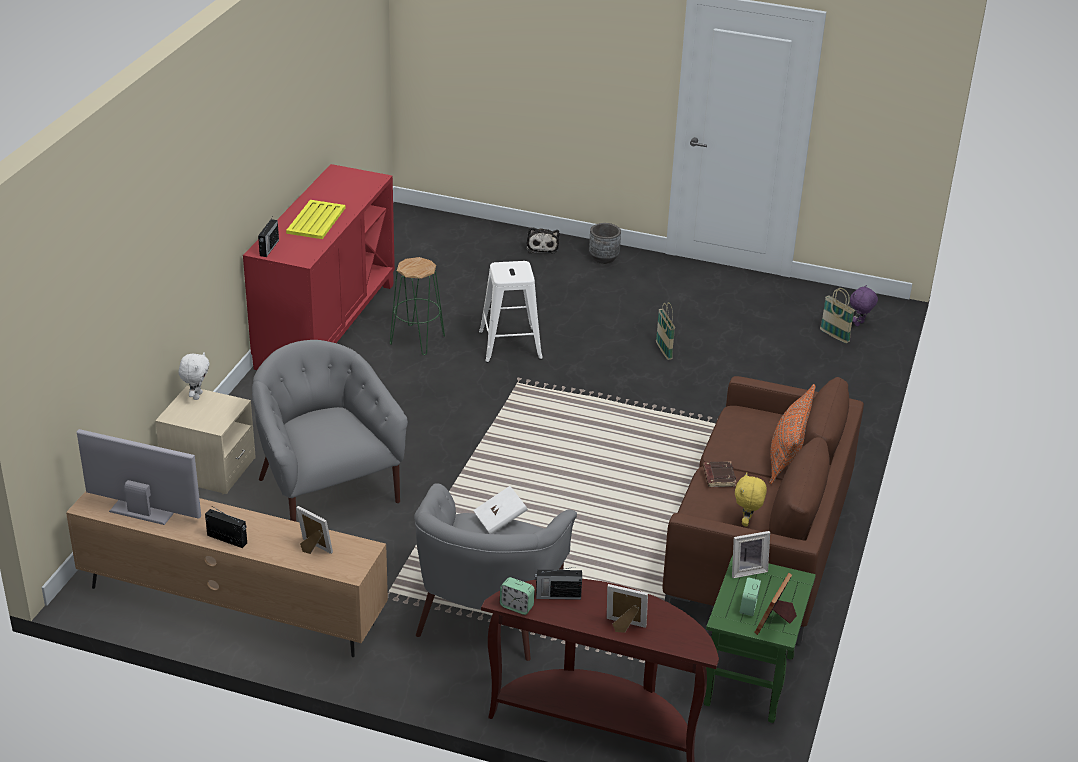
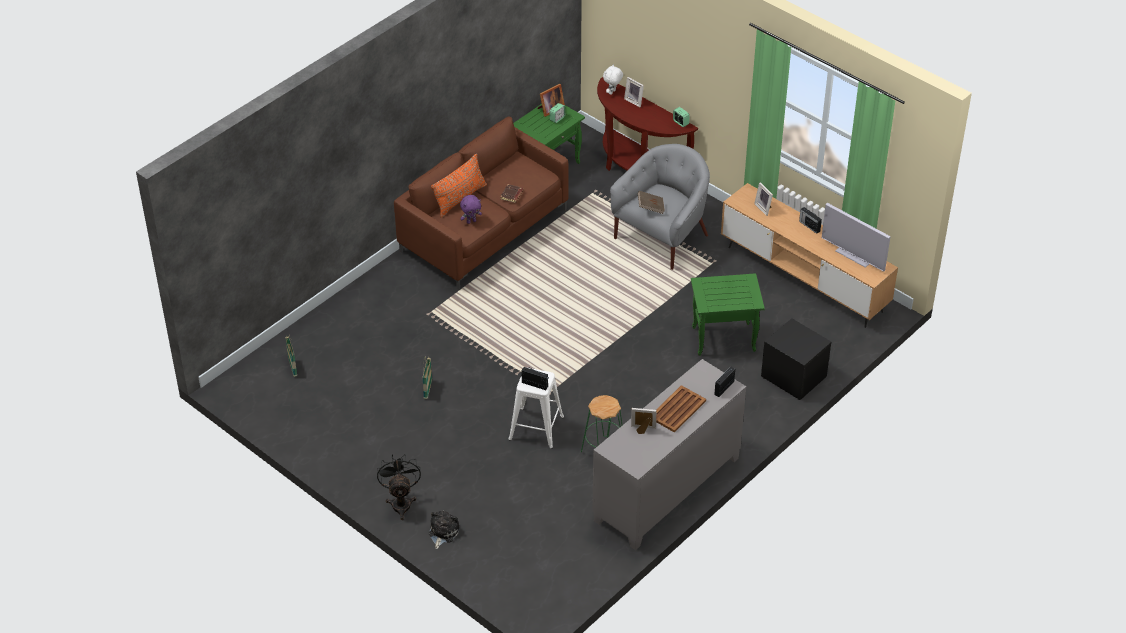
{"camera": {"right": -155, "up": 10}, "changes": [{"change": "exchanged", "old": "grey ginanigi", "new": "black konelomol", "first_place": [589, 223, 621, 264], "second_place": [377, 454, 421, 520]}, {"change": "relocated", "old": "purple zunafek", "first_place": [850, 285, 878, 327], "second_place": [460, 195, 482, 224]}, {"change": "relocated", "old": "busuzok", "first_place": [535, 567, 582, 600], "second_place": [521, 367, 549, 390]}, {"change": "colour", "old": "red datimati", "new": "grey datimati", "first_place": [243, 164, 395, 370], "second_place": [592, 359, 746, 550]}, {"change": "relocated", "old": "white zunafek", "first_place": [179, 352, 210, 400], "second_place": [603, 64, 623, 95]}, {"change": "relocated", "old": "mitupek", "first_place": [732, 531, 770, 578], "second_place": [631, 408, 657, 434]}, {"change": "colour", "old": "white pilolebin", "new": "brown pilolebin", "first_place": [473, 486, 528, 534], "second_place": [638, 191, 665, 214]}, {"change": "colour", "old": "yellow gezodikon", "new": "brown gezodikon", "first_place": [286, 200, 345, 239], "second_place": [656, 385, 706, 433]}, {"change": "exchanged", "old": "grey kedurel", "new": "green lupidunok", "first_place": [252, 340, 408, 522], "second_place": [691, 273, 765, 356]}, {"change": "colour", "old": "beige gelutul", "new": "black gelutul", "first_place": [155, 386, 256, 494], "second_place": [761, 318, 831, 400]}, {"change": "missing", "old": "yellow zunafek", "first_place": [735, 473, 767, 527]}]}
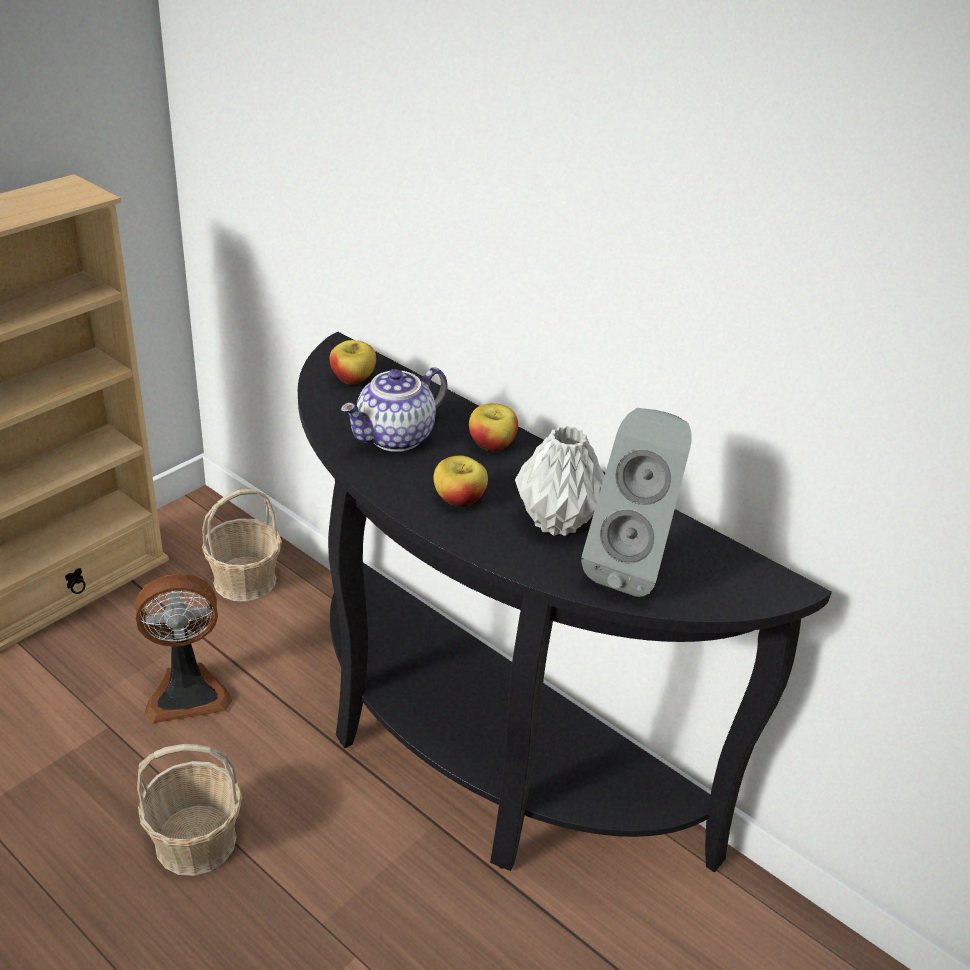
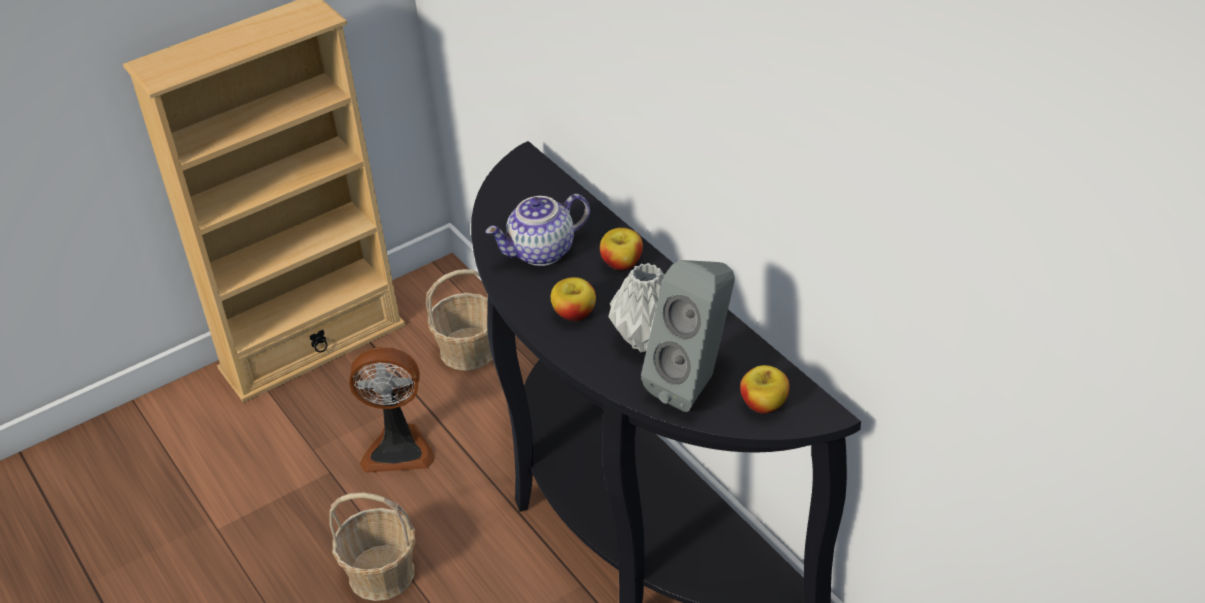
{"camera": {"right": 20, "up": 5}, "changes": [{"change": "relocated", "old": "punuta", "first_place": [330, 340, 376, 385], "second_place": [740, 365, 789, 414]}]}
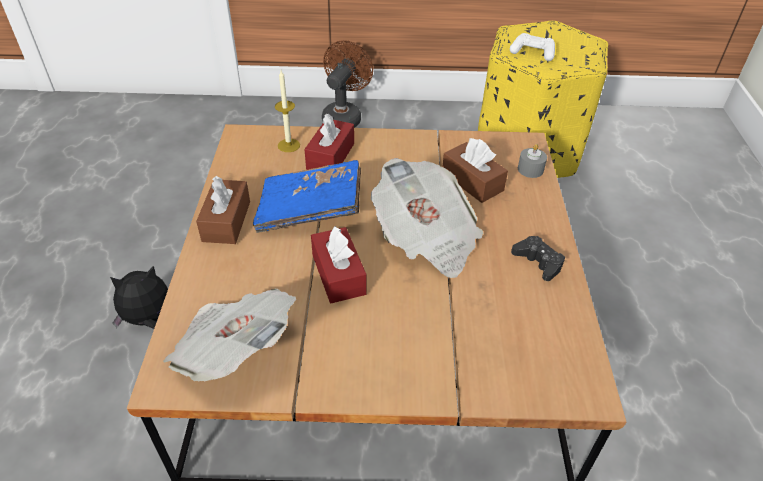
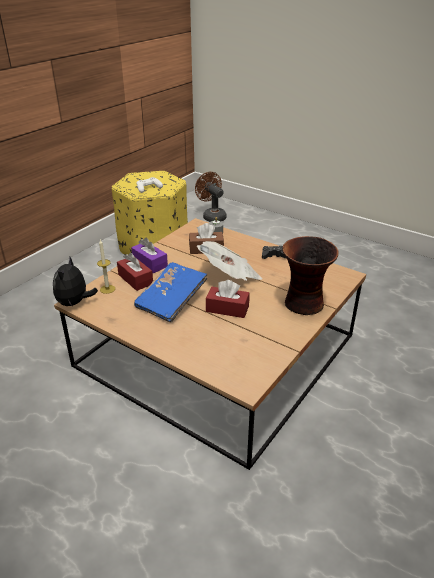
{"camera": {"right": -55, "up": -10}, "changes": [{"change": "relocated", "old": "zunafek", "first_place": [110, 266, 168, 329], "second_place": [53, 257, 98, 307]}, {"change": "appeared", "new": "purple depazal", "second_place": [131, 238, 168, 273]}, {"change": "relocated", "old": "brown konelomol", "first_place": [322, 40, 373, 128], "second_place": [195, 172, 227, 222]}, {"change": "appeared", "new": "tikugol", "second_place": [282, 236, 339, 315]}, {"change": "missing", "old": "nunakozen", "first_place": [163, 289, 296, 382]}, {"change": "missing", "old": "brown depazal", "first_place": [196, 176, 250, 244]}]}
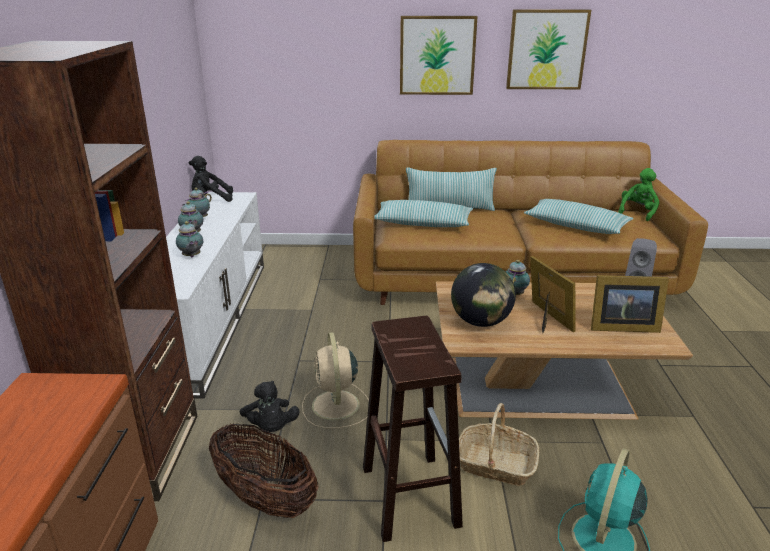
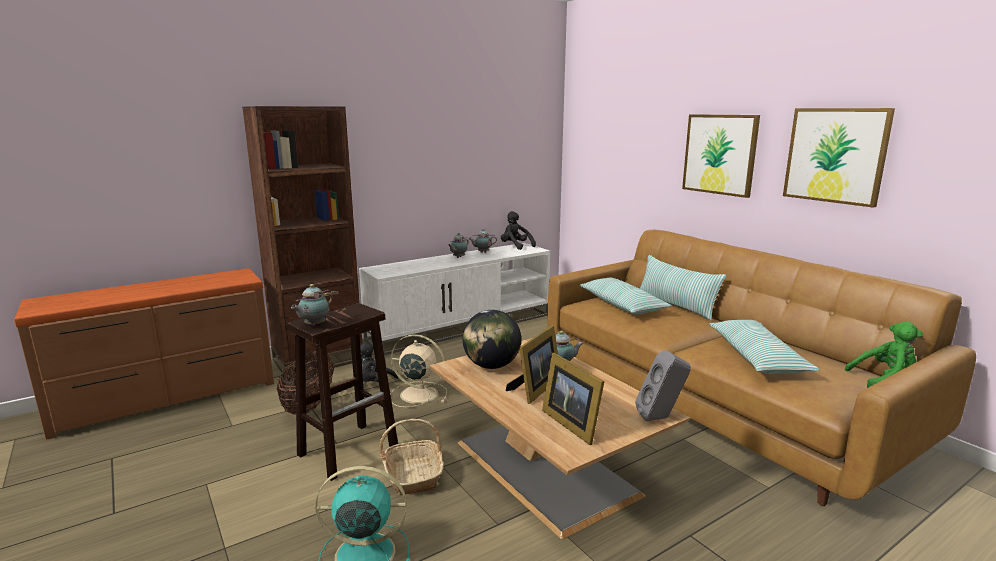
{"camera": {"right": 55, "up": -10}, "changes": [{"change": "relocated", "old": "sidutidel", "first_place": [176, 221, 203, 257], "second_place": [291, 284, 332, 326]}, {"change": "spun", "old": "beige konelomol", "first_place": [302, 332, 369, 429], "second_place": [390, 334, 447, 407], "degrees": 60}]}
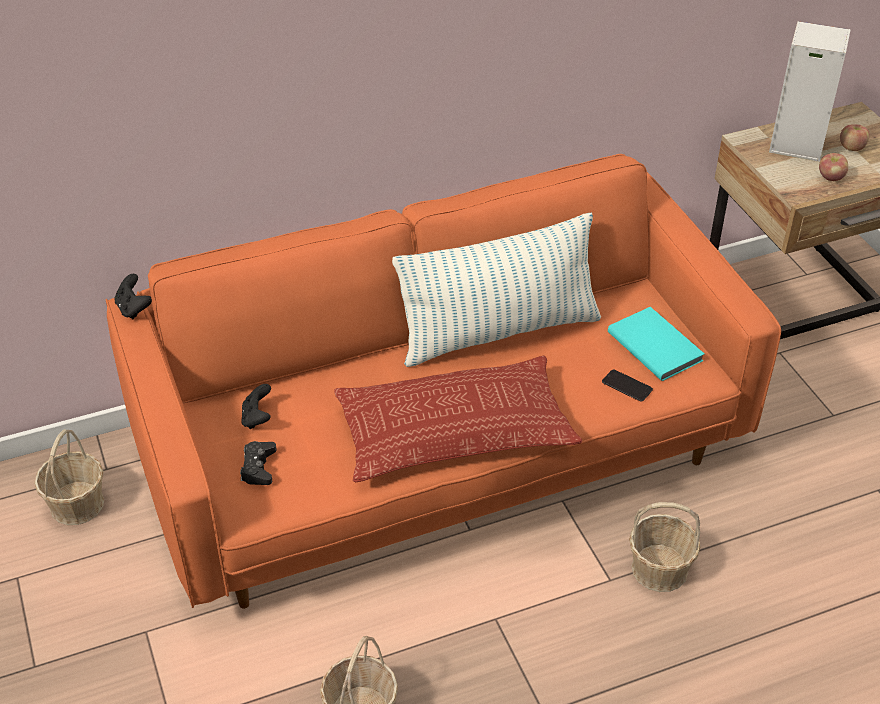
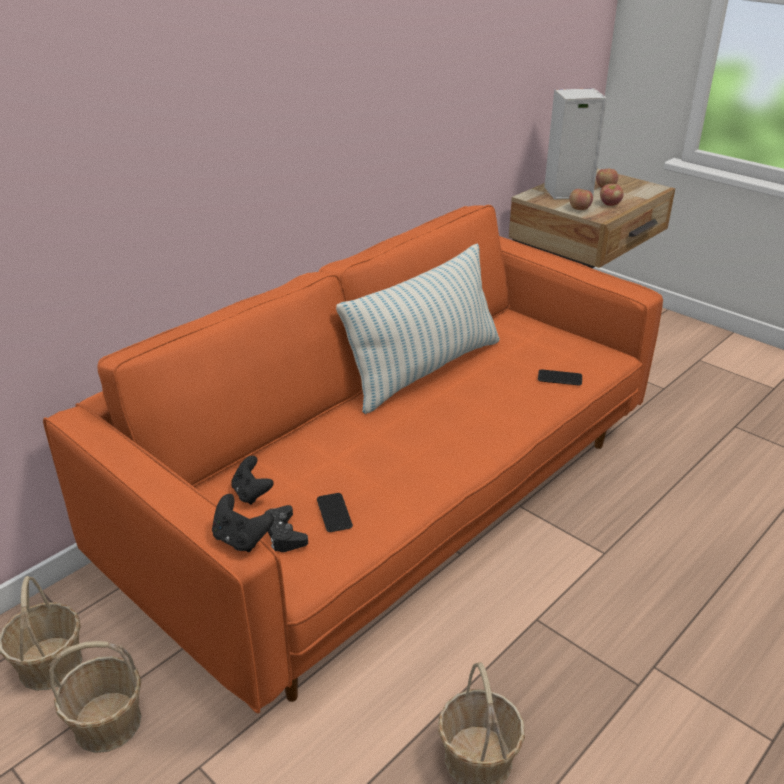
{"camera": {"right": -25, "up": -10}, "changes": [{"change": "relocated", "old": "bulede", "first_place": [629, 502, 701, 592], "second_place": [49, 641, 142, 753]}, {"change": "relocated", "old": "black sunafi", "first_place": [115, 274, 152, 319], "second_place": [212, 494, 274, 552]}, {"change": "appeared", "new": "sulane", "second_place": [317, 493, 353, 532]}, {"change": "appeared", "new": "punuta", "second_place": [569, 189, 593, 210]}, {"change": "missing", "old": "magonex", "first_place": [334, 356, 582, 482]}, {"change": "missing", "old": "turquoise pilolebin", "first_place": [608, 307, 704, 381]}]}
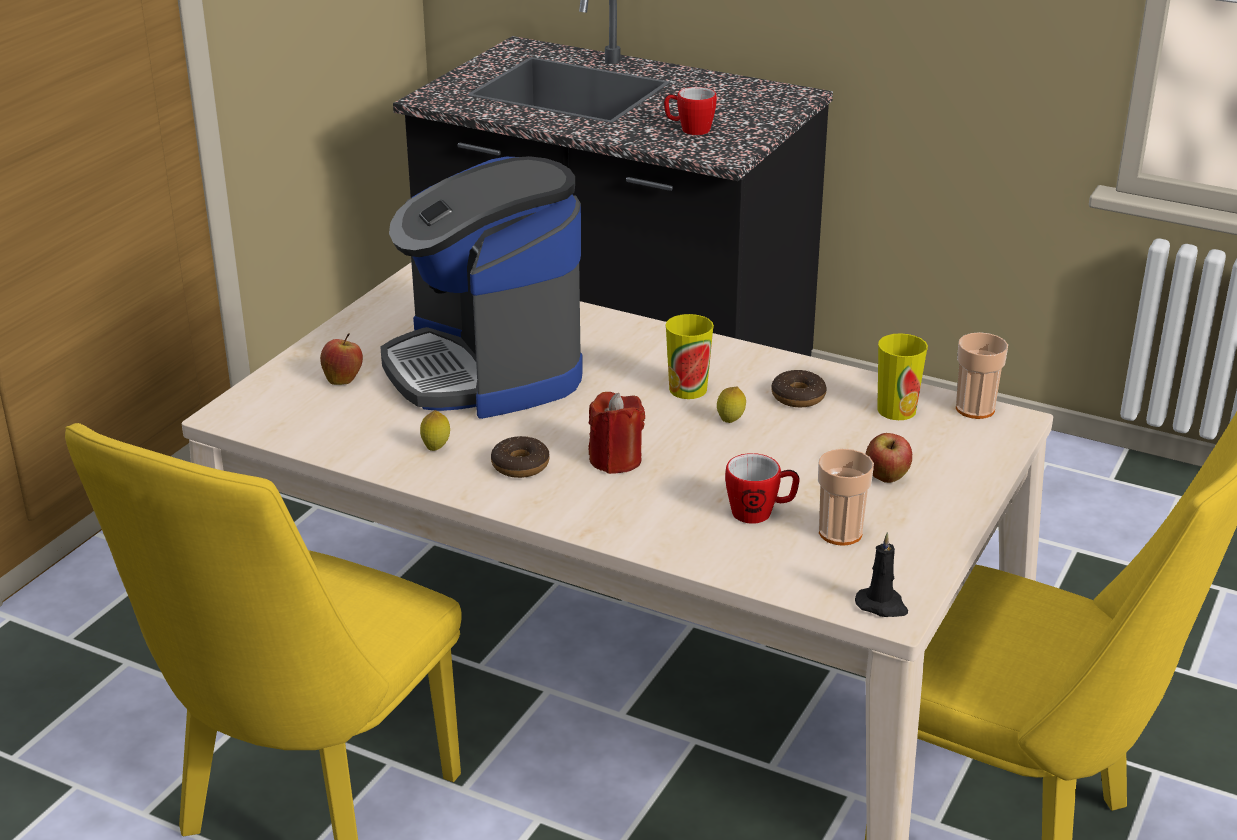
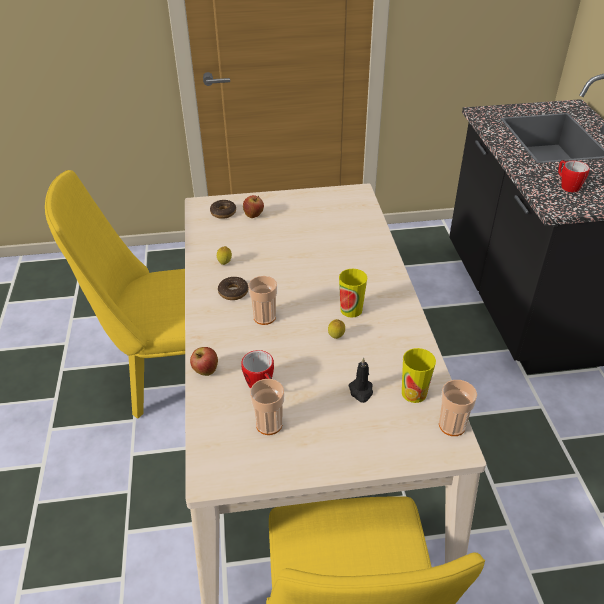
{"camera": {"right": 55, "up": 10}, "changes": [{"change": "relocated", "old": "punuta", "first_place": [866, 433, 912, 483], "second_place": [190, 347, 218, 376]}, {"change": "relocated", "old": "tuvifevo", "first_place": [771, 370, 827, 407], "second_place": [210, 200, 236, 219]}, {"change": "exchanged", "old": "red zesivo", "new": "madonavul", "first_place": [589, 392, 645, 474], "second_place": [248, 276, 277, 325]}, {"change": "relocated", "old": "black zesivo", "first_place": [855, 532, 908, 617], "second_place": [348, 357, 373, 403]}, {"change": "missing", "old": "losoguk", "first_place": [380, 156, 582, 419]}]}
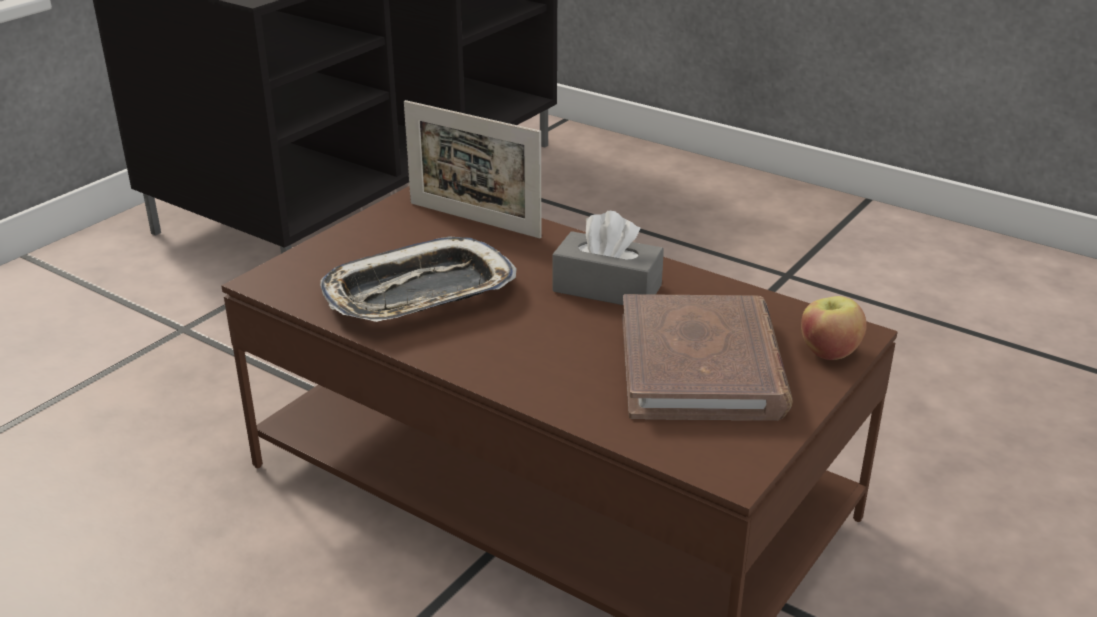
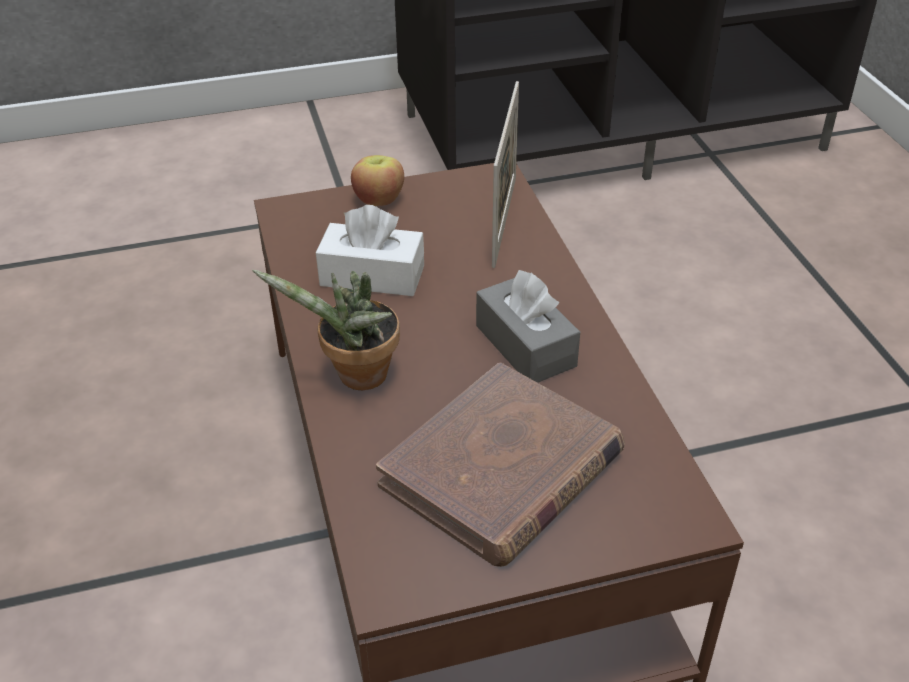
{"camera": {"right": 40, "up": 10}, "changes": [{"change": "appeared", "new": "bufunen", "second_place": [252, 270, 400, 390]}, {"change": "exchanged", "old": "gezodikon", "new": "white depazal", "first_place": [320, 236, 517, 322], "second_place": [316, 205, 424, 296]}, {"change": "relocated", "old": "punuta", "first_place": [801, 296, 867, 360], "second_place": [351, 155, 404, 206]}, {"change": "spun", "old": "mitupek", "first_place": [404, 100, 541, 238], "second_place": [492, 81, 519, 268], "degrees": -150}]}
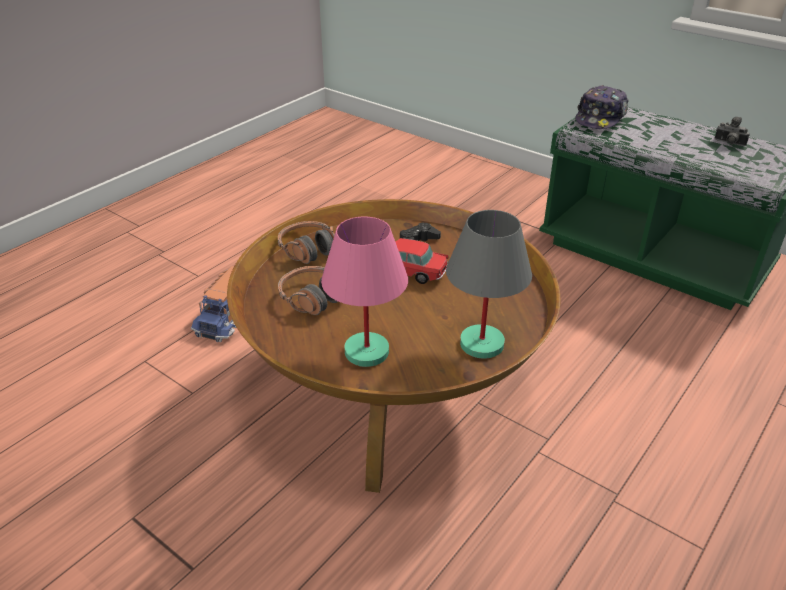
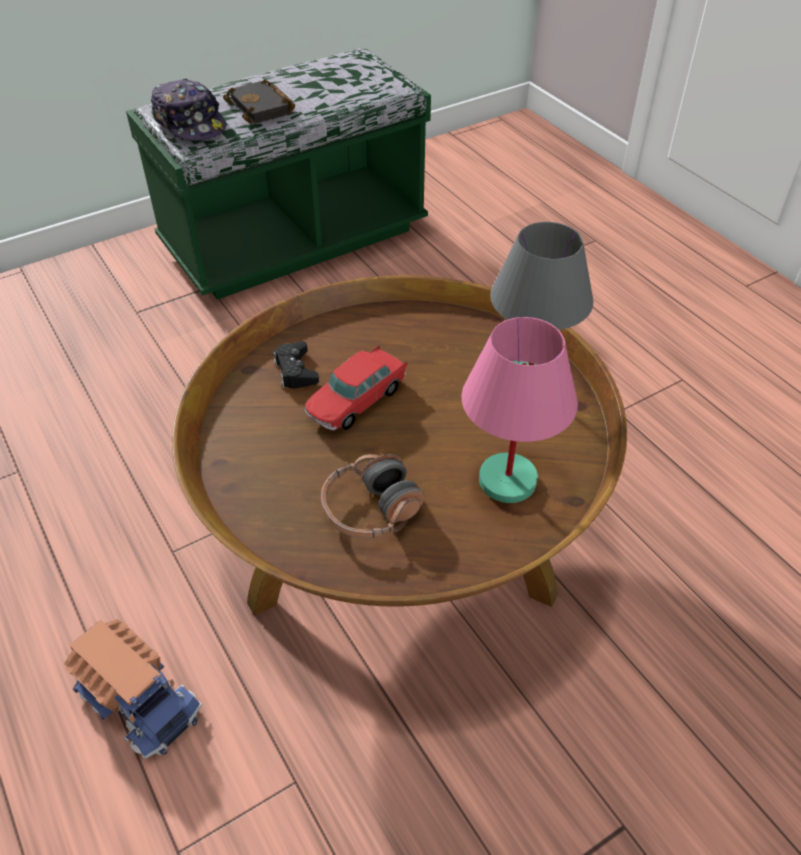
{"camera": {"right": -70, "up": 10}, "changes": [{"change": "appeared", "new": "black pilolebin", "second_place": [223, 80, 295, 124]}, {"change": "missing", "old": "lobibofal", "first_place": [278, 221, 335, 264]}, {"change": "missing", "old": "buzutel", "first_place": [715, 117, 750, 146]}]}
